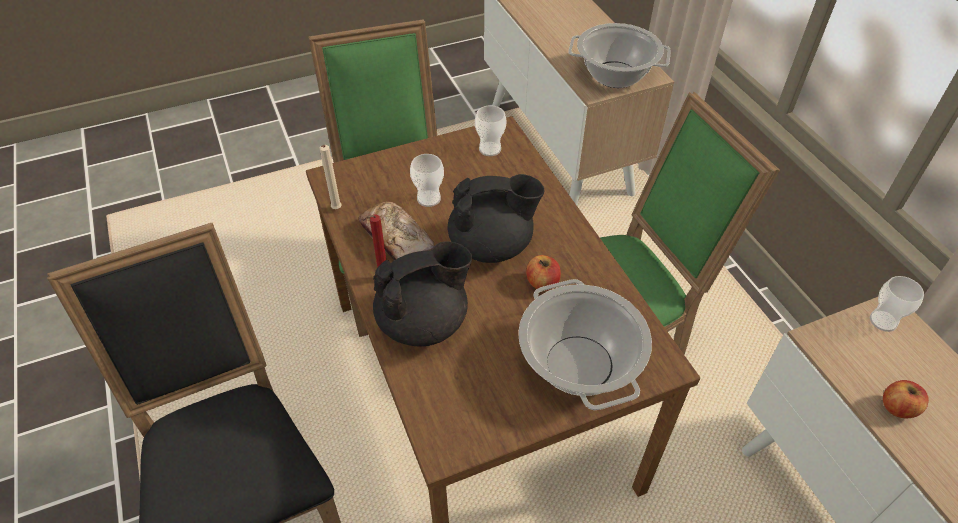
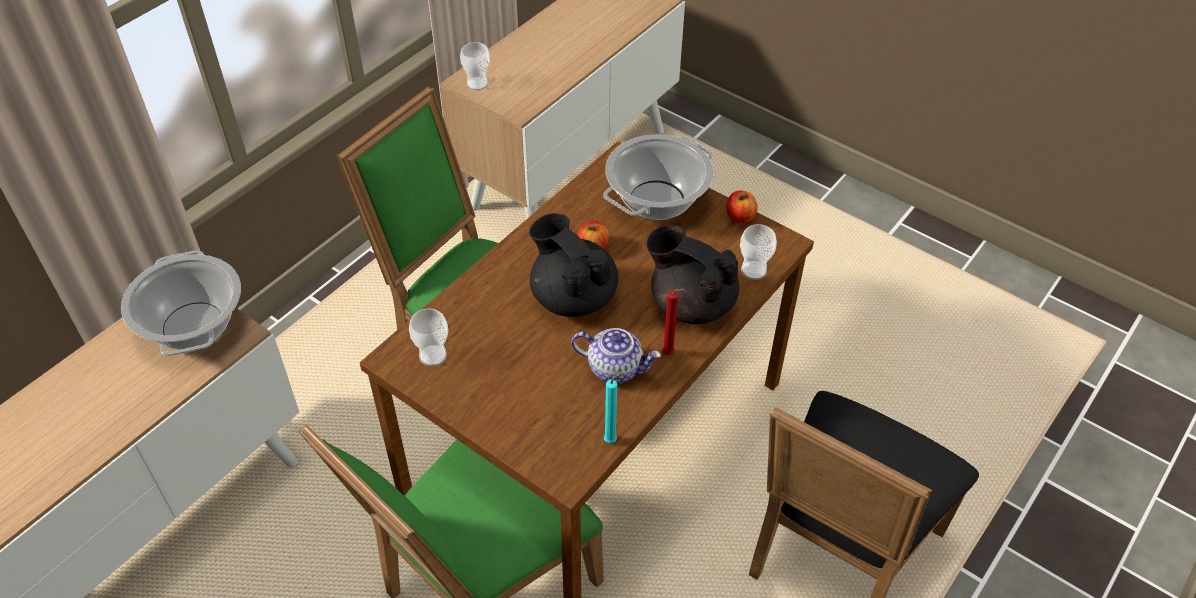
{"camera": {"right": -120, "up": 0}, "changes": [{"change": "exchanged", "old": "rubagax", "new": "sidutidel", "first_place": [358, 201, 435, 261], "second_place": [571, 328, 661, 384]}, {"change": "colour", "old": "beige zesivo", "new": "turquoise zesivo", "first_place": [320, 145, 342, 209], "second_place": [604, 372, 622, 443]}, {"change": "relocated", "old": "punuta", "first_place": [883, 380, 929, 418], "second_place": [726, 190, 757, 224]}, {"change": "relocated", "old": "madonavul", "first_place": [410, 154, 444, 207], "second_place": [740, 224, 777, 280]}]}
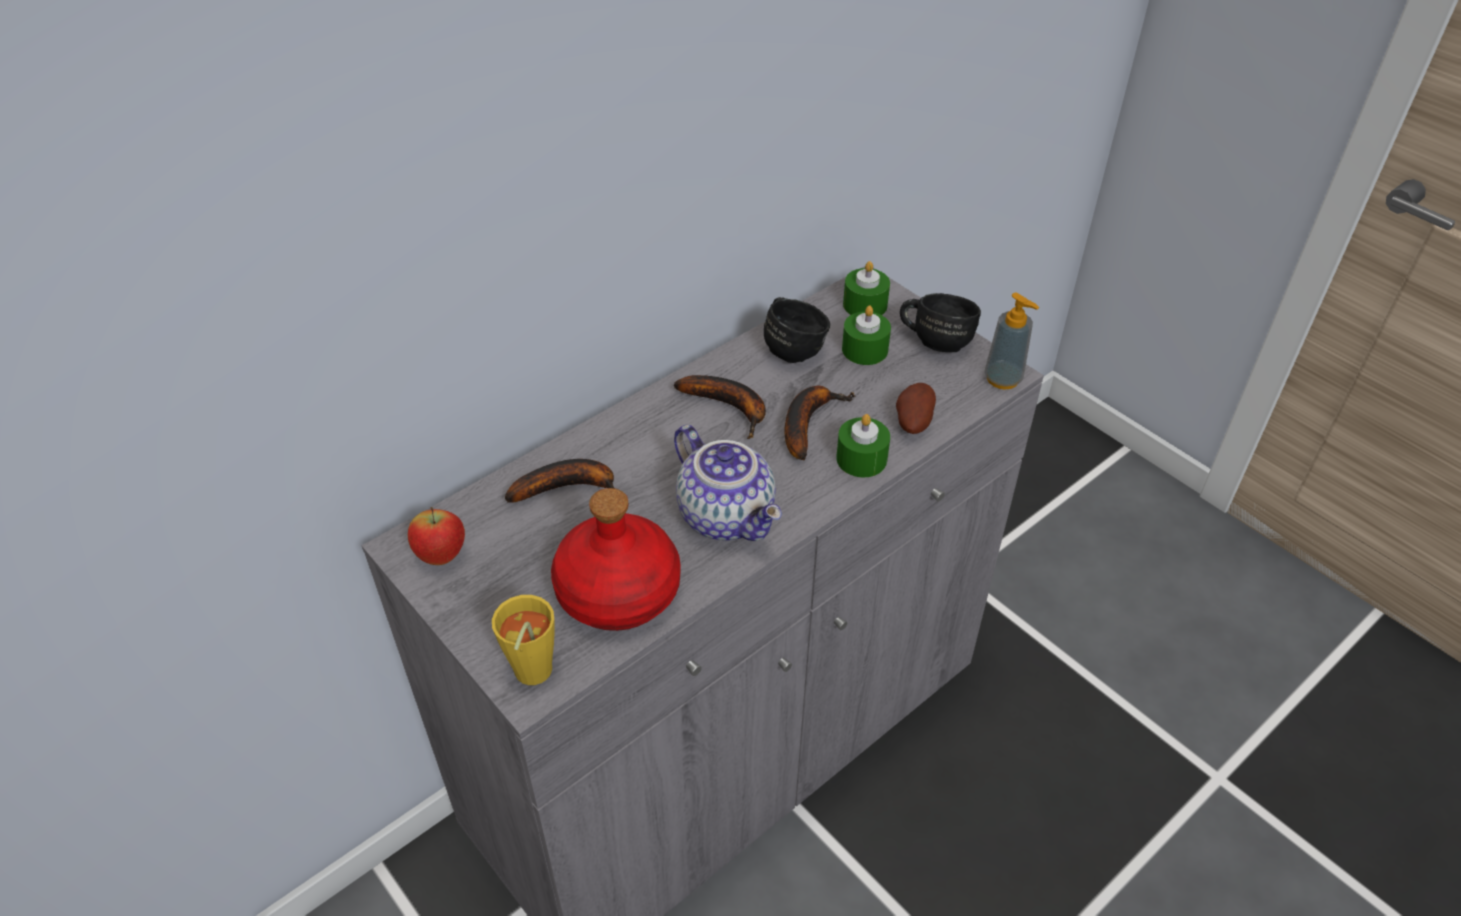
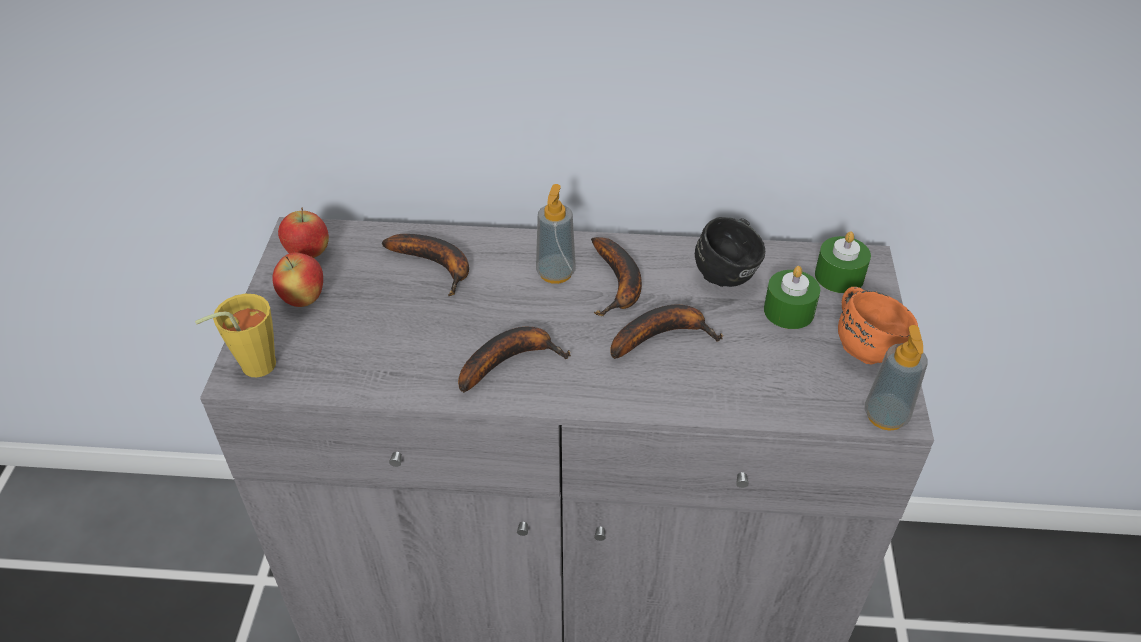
{"camera": {"right": 45, "up": 0}, "changes": [{"change": "appeared", "new": "punuta", "second_place": [272, 253, 323, 307]}, {"change": "exchanged", "old": "sidutidel", "new": "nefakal", "first_place": [674, 425, 782, 541], "second_place": [458, 327, 571, 393]}, {"change": "appeared", "new": "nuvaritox", "second_place": [536, 184, 576, 284]}, {"change": "colour", "old": "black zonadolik", "new": "orange zonadolik", "first_place": [900, 293, 981, 352], "second_place": [838, 287, 918, 364]}, {"change": "missing", "old": "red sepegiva", "first_place": [551, 488, 681, 631]}, {"change": "missing", "old": "green zesivo", "first_place": [836, 414, 890, 477]}, {"change": "missing", "old": "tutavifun", "first_place": [896, 383, 936, 434]}]}
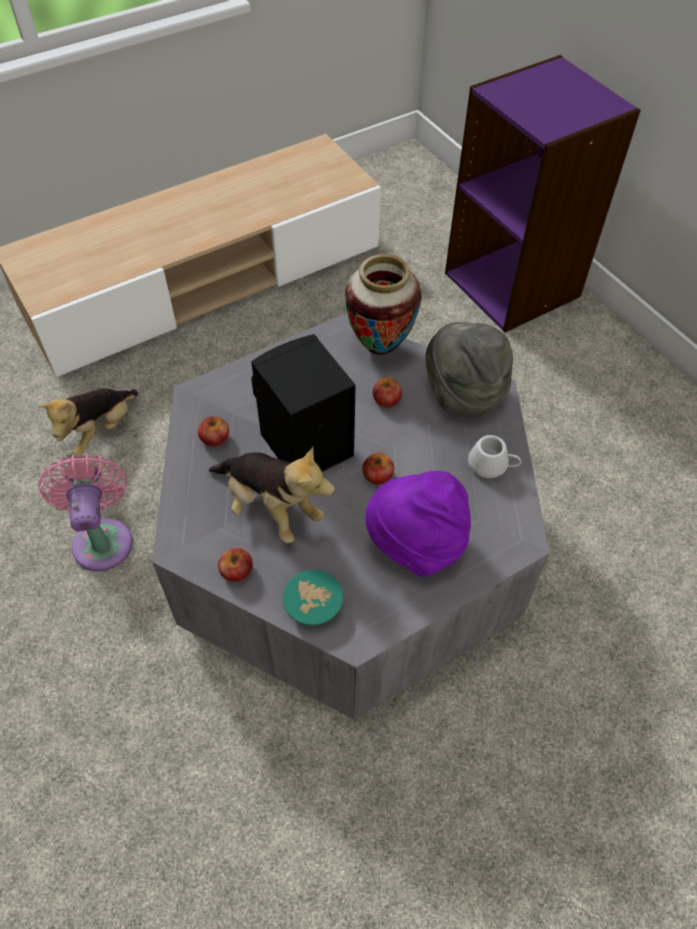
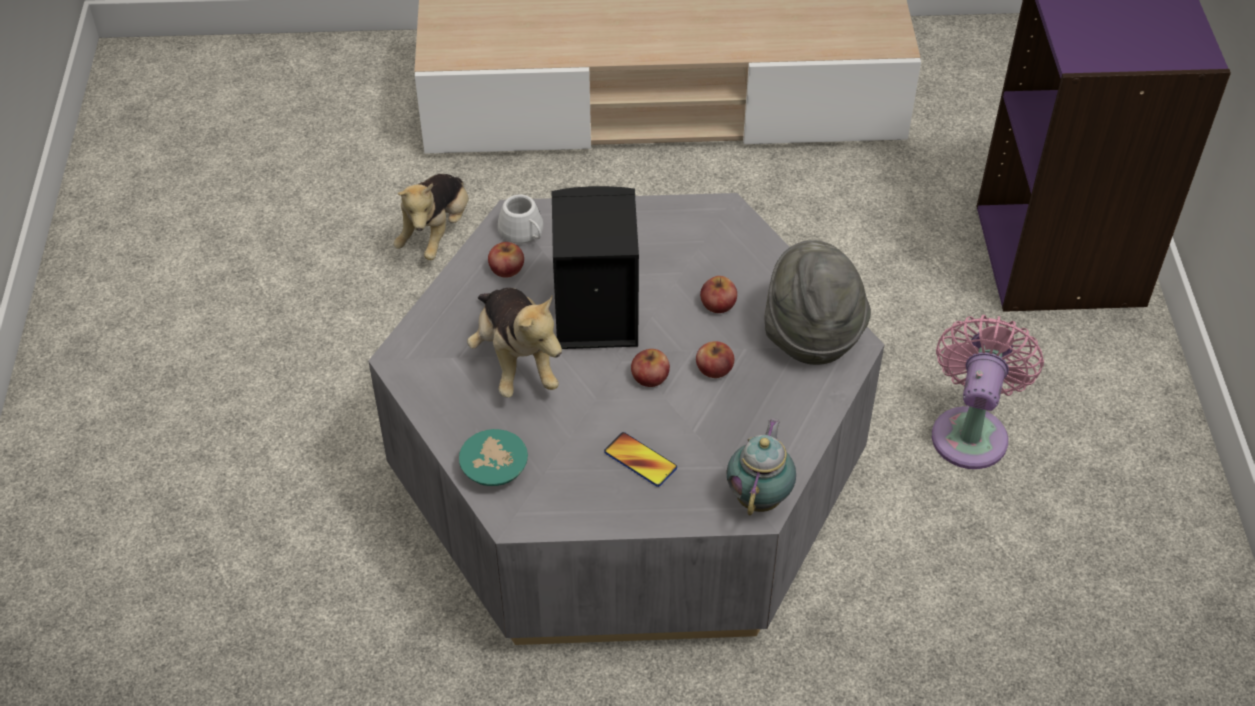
{"camera": {"right": 30, "up": -5}, "changes": [{"change": "spun", "old": "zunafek", "first_place": [39, 388, 138, 456], "second_place": [394, 174, 469, 260], "degrees": -45}, {"change": "relocated", "old": "white zonadolik", "first_place": [468, 435, 521, 478], "second_place": [498, 195, 543, 244]}, {"change": "exchanged", "old": "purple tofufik", "new": "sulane", "first_place": [365, 471, 471, 577], "second_place": [604, 432, 677, 487]}, {"change": "relocated", "old": "punuta", "first_place": [218, 548, 253, 582], "second_place": [696, 341, 734, 378]}, {"change": "appeared", "new": "sidutidel", "second_place": [726, 418, 796, 516]}, {"change": "relocated", "old": "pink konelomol", "first_place": [39, 454, 133, 571], "second_place": [932, 315, 1044, 469]}, {"change": "missing", "old": "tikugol", "first_place": [345, 254, 422, 356]}]}
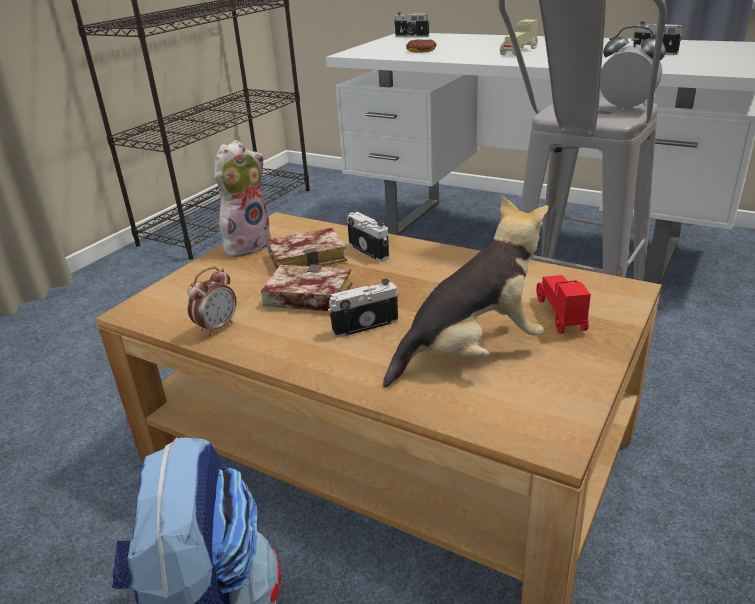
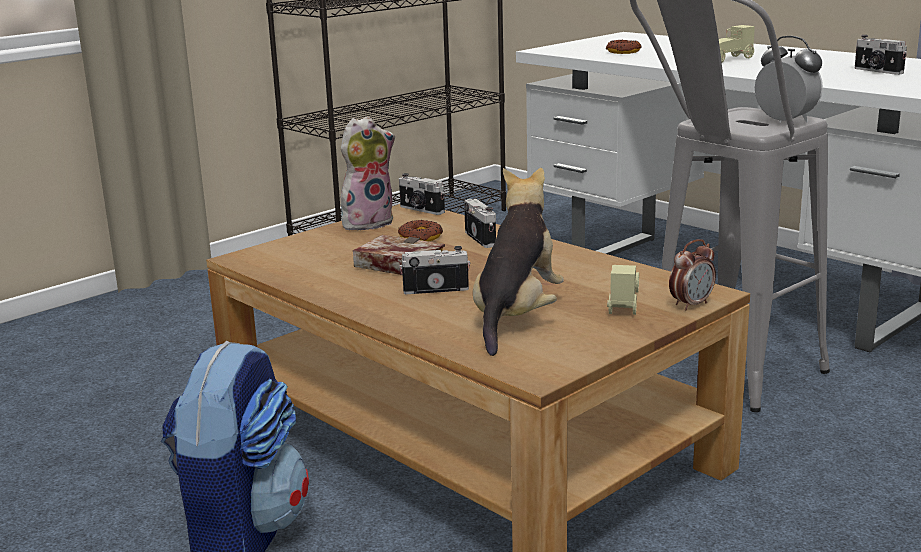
{"camera": {"right": 15, "up": -10}, "changes": [{"change": "exchanged", "old": "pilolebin", "new": "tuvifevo", "first_place": [267, 228, 347, 269], "second_place": [398, 220, 443, 242]}, {"change": "relocated", "old": "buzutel", "first_place": [394, 12, 430, 37], "second_place": [399, 173, 445, 215]}, {"change": "spun", "old": "zunafek", "first_place": [383, 196, 549, 387], "second_place": [473, 168, 564, 356], "degrees": -60}, {"change": "colour", "old": "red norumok", "new": "beige norumok", "first_place": [536, 275, 591, 334], "second_place": [607, 265, 639, 315]}, {"change": "relocated", "old": "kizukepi", "first_place": [187, 267, 236, 337], "second_place": [669, 239, 716, 310]}]}
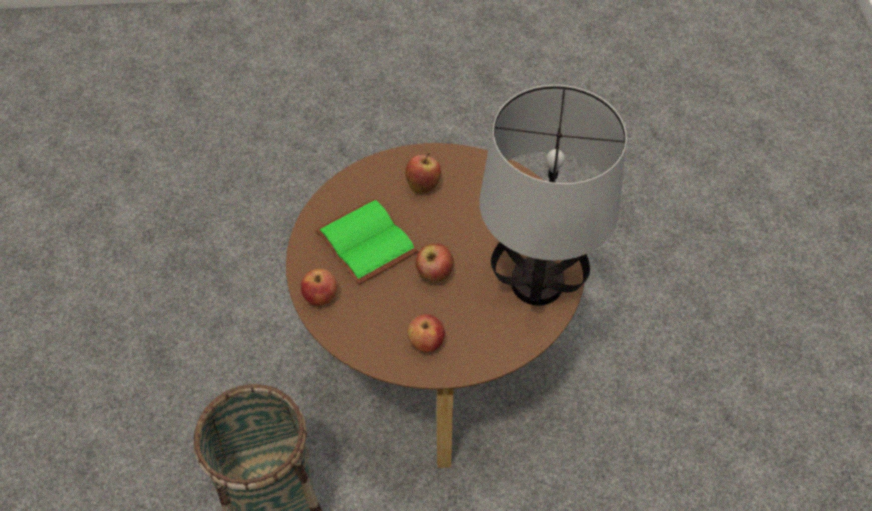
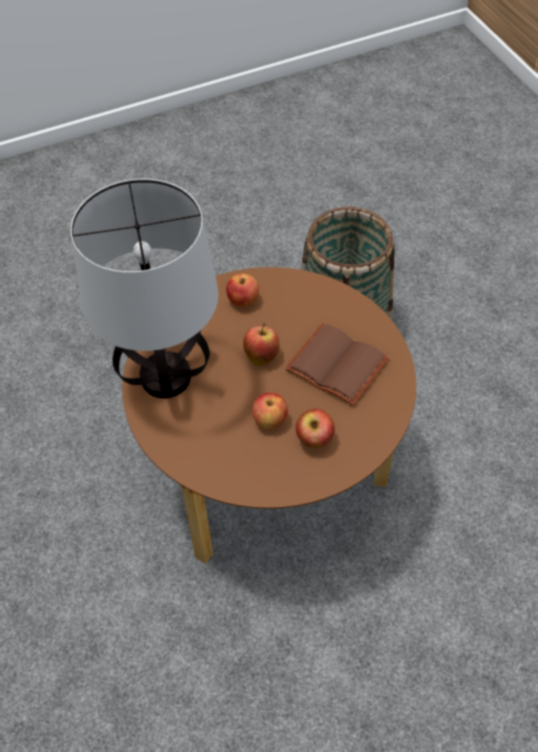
{"camera": {"right": 160, "up": 0}, "changes": [{"change": "relocated", "old": "punuta", "first_place": [301, 269, 337, 306], "second_place": [252, 393, 288, 429]}, {"change": "colour", "old": "green pilolebin", "new": "brown pilolebin", "first_place": [315, 198, 419, 285], "second_place": [285, 323, 389, 406]}]}
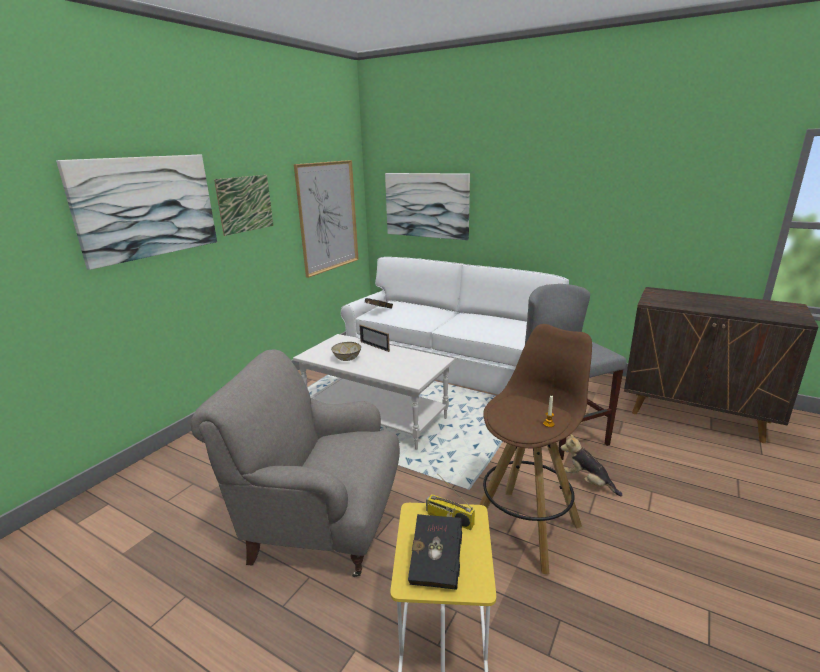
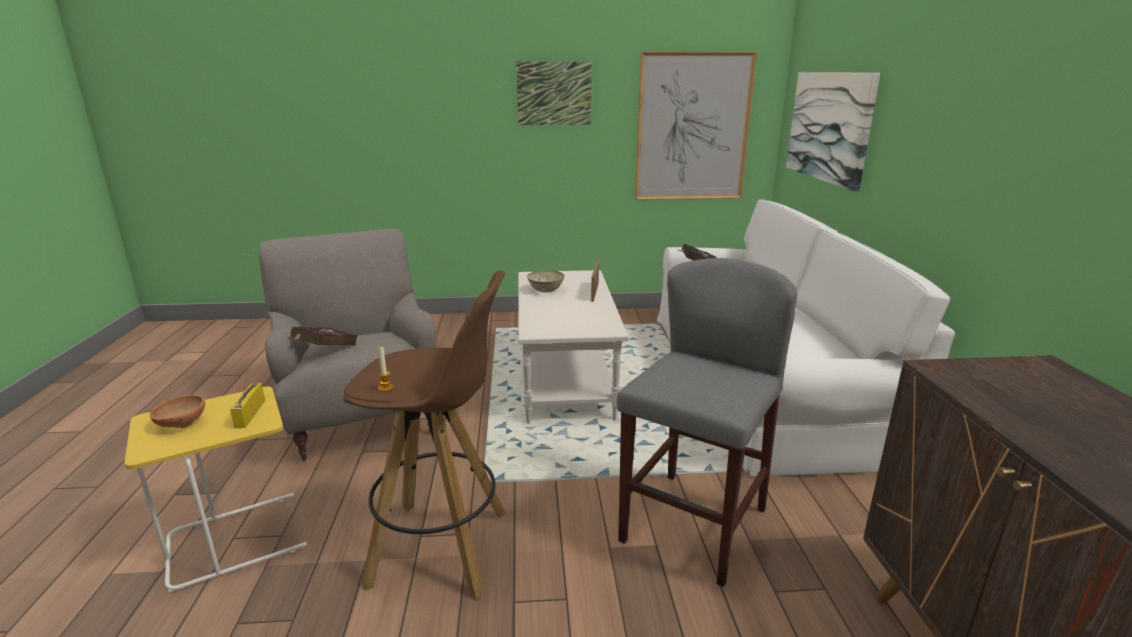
{"camera": {"right": 55, "up": 0}, "changes": [{"change": "exchanged", "old": "black pilolebin", "new": "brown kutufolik", "first_place": [408, 511, 462, 590], "second_place": [150, 395, 205, 428]}, {"change": "appeared", "new": "red pilolebin", "second_place": [291, 326, 357, 345]}, {"change": "missing", "old": "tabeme", "first_place": [56, 155, 217, 270]}, {"change": "missing", "old": "zunafek", "first_place": [561, 434, 622, 496]}]}
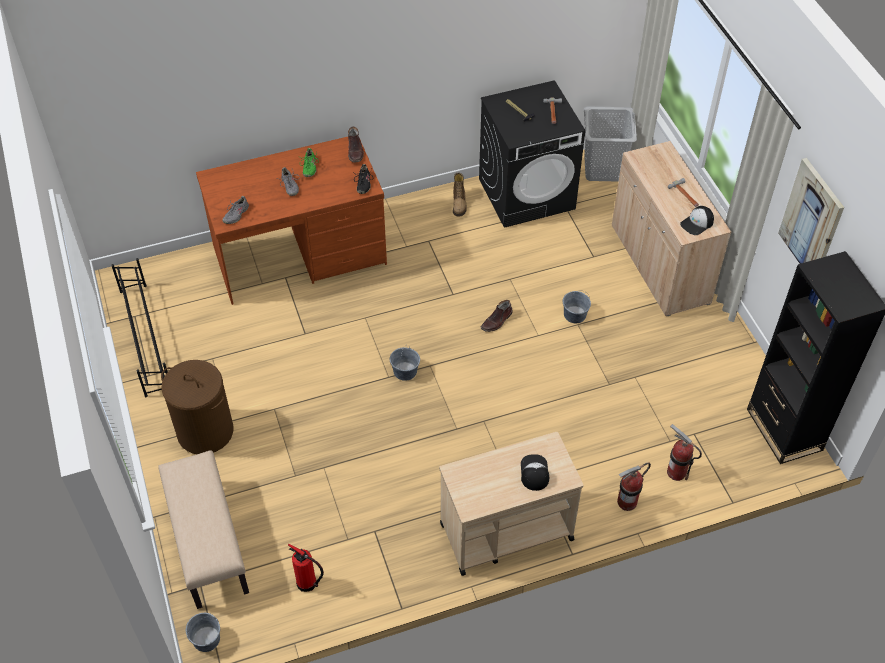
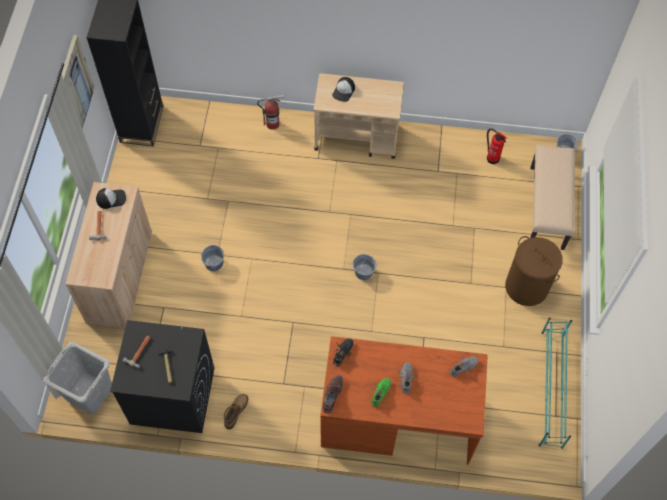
{"camera": {"right": -155, "up": 10}, "changes": [{"change": "colour", "old": "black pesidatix", "new": "turquoise pesidatix", "first_place": [111, 258, 168, 397], "second_place": [539, 317, 572, 449]}, {"change": "missing", "old": "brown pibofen", "first_place": [481, 300, 513, 332]}, {"change": "missing", "old": "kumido", "first_place": [667, 424, 702, 481]}]}
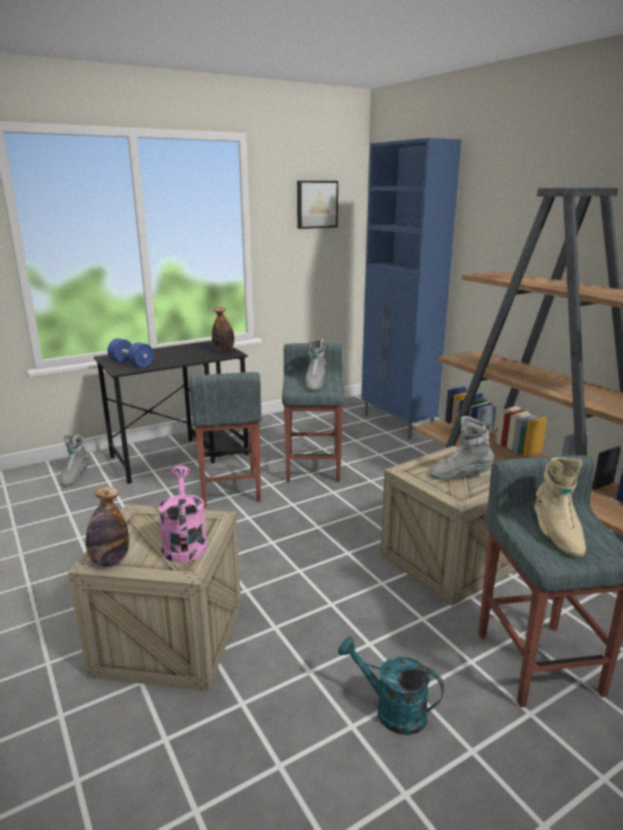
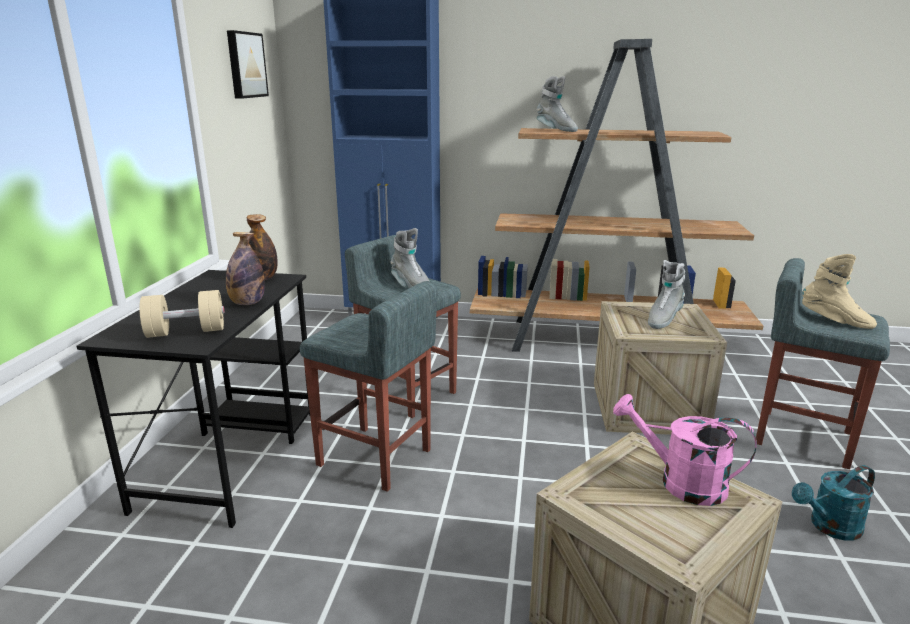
{"camera": {"right": -50, "up": 0}, "changes": [{"change": "colour", "old": "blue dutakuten", "new": "beige dutakuten", "first_place": [108, 338, 154, 368], "second_place": [139, 290, 224, 338]}, {"change": "relocated", "old": "sepegiva", "first_place": [86, 487, 129, 567], "second_place": [226, 232, 265, 305]}, {"change": "relocated", "old": "grey pibofen", "first_place": [60, 434, 90, 487], "second_place": [536, 76, 578, 132]}]}
